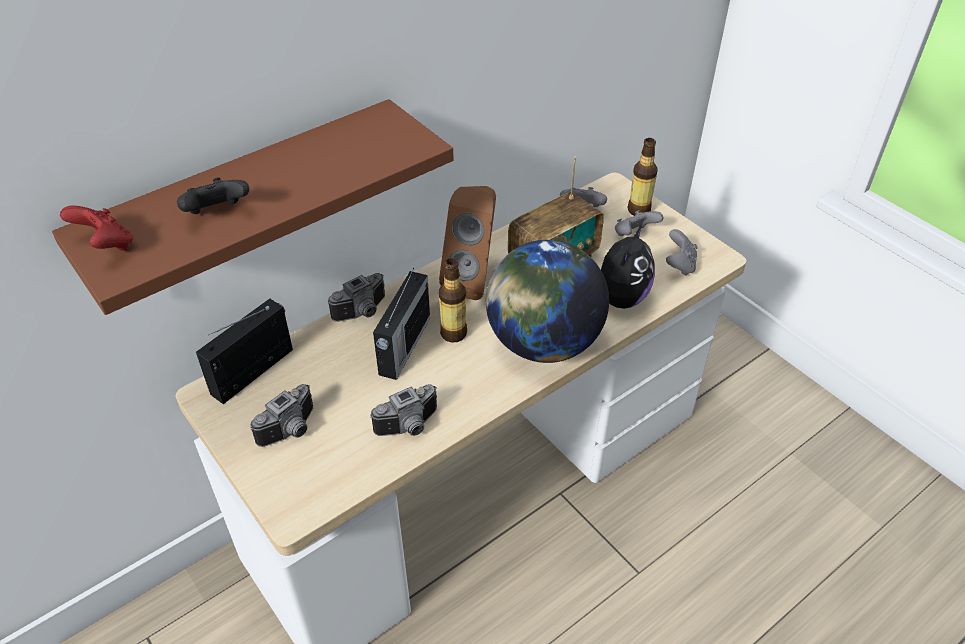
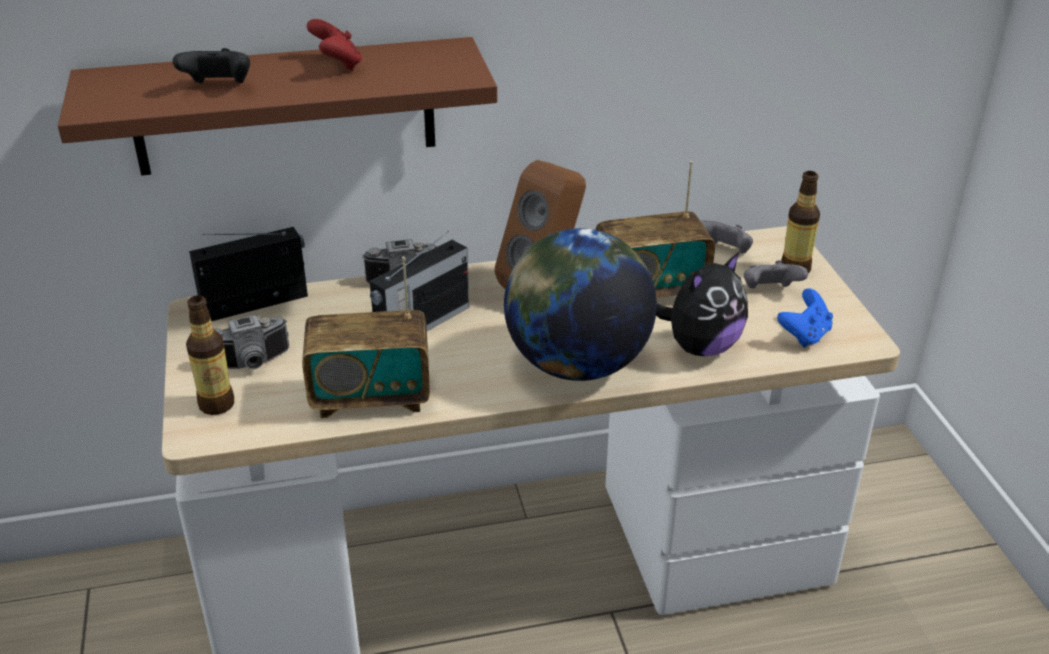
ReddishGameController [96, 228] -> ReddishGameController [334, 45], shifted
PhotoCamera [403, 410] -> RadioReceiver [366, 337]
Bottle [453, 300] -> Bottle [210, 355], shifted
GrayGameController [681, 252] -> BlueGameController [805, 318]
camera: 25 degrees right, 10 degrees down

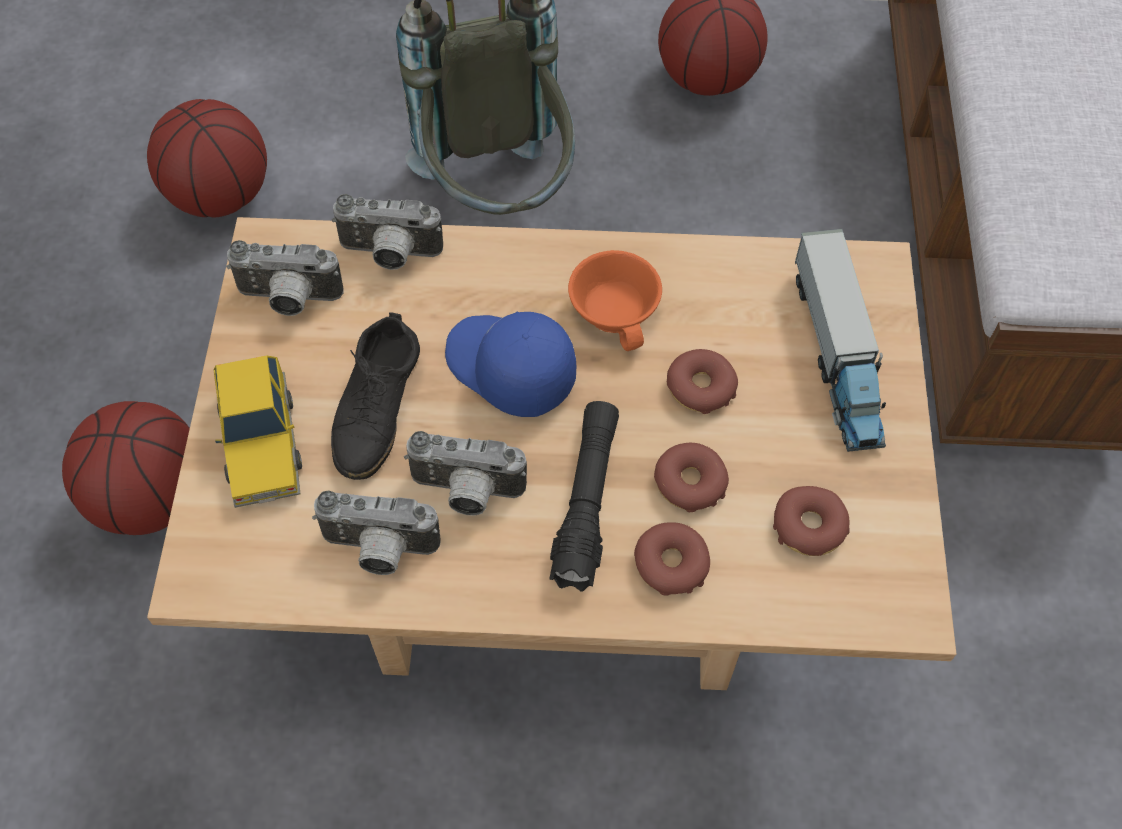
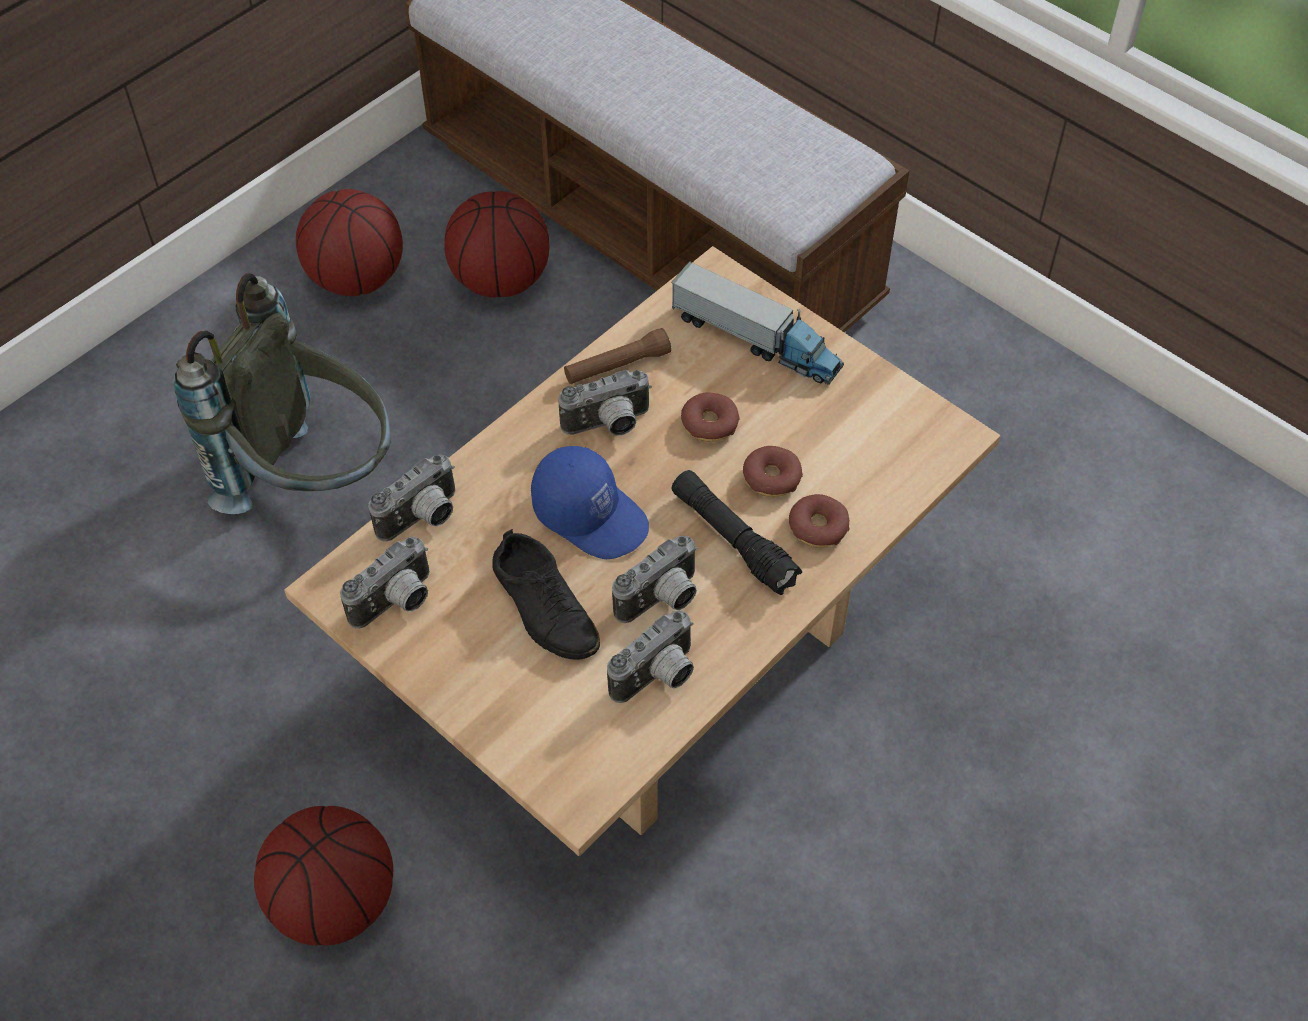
BasketballBall [207, 158] -> BasketballBall [496, 244], shifted
ModelCar [257, 431] -> none
BlueBaseballCap [510, 364] -> BlueBaseballCap [590, 502], 135 degrees counterclockwise
OrangeSmallCup [615, 300] -> PhotoCamera [605, 403]
Donut [811, 521] -> none
none -> BrownColouredTorch [617, 356]
camera: 50 degrees left, 5 degrees down

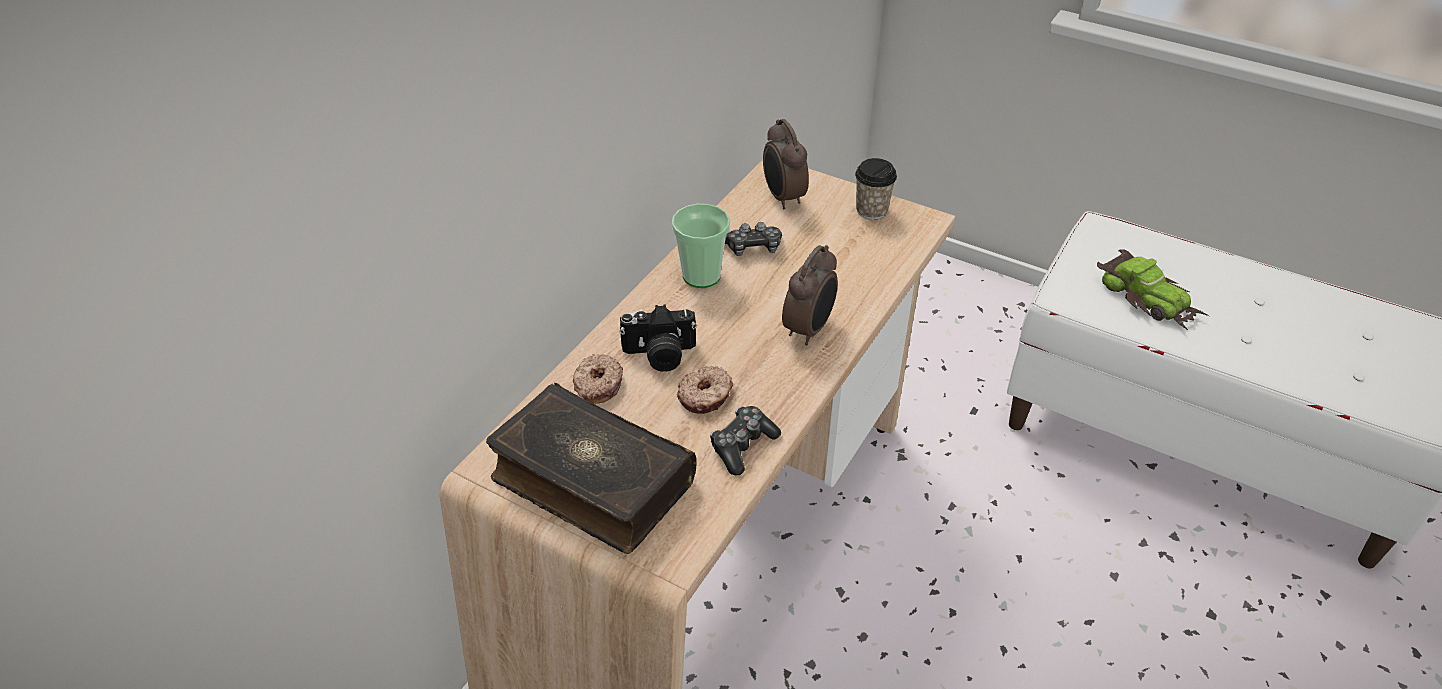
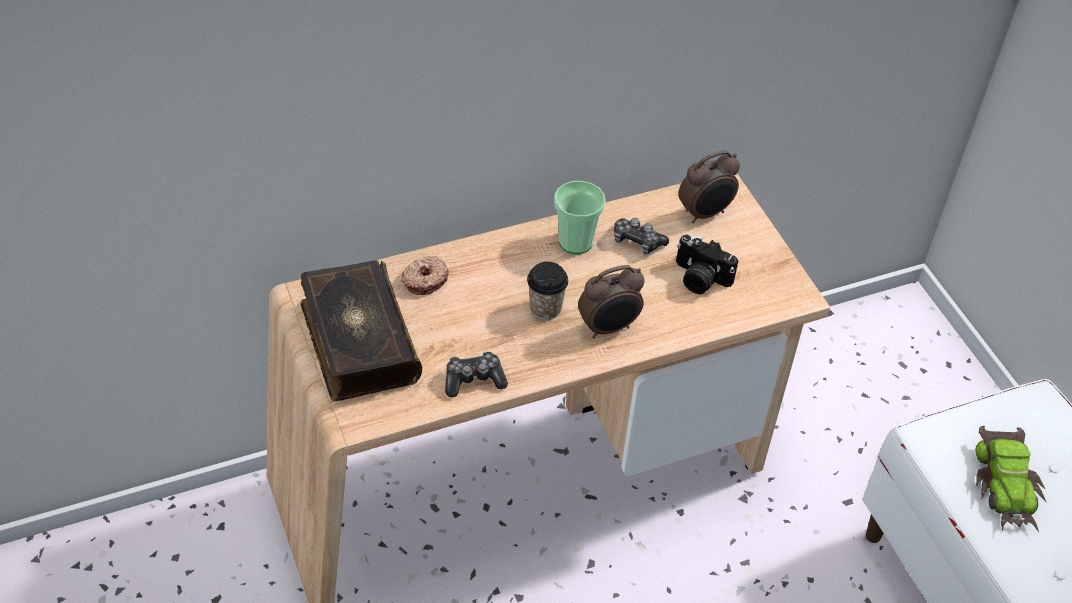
PhotoCamera [658, 338] -> PhotoCamera [707, 264], shifted
Donut [705, 390] -> none
AlarmClock [786, 164] -> AlarmClock [709, 186], 135 degrees counterclockwise
SmallCup [876, 189] -> SmallCup [547, 291], shifted
camera: 35 degrees right, 5 degrees up

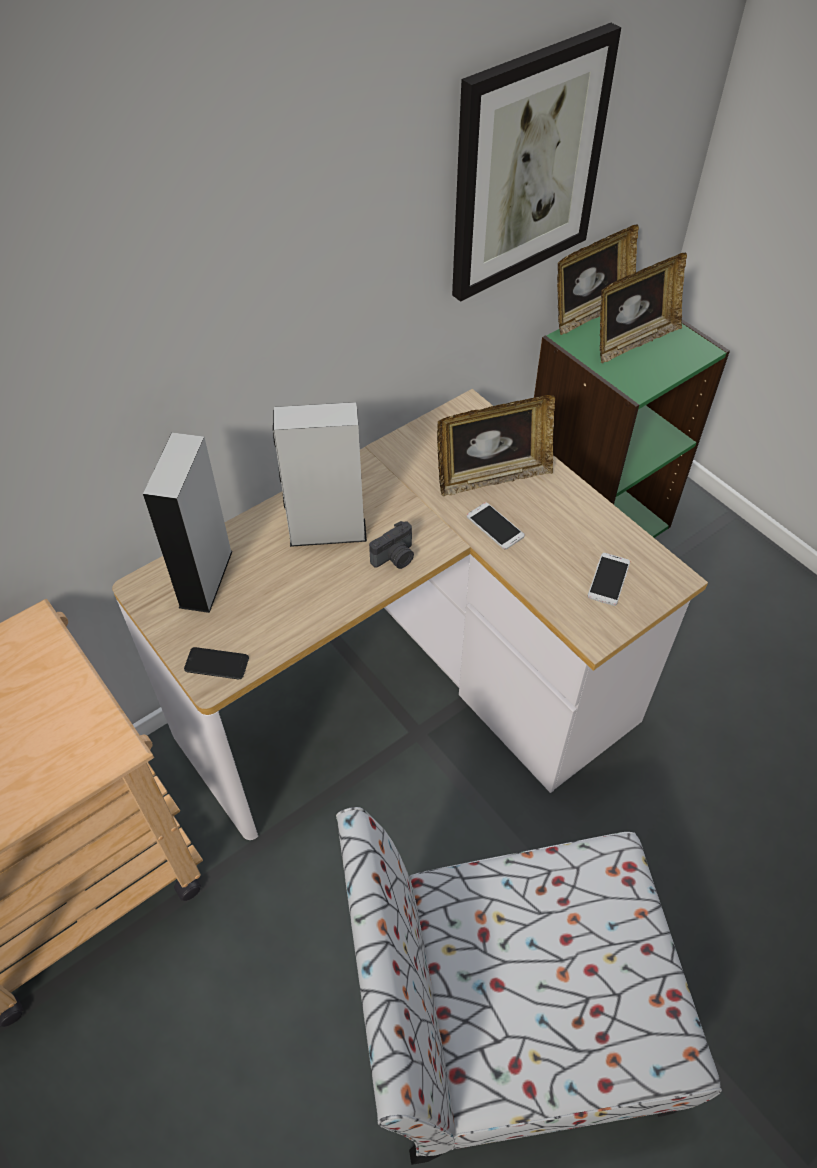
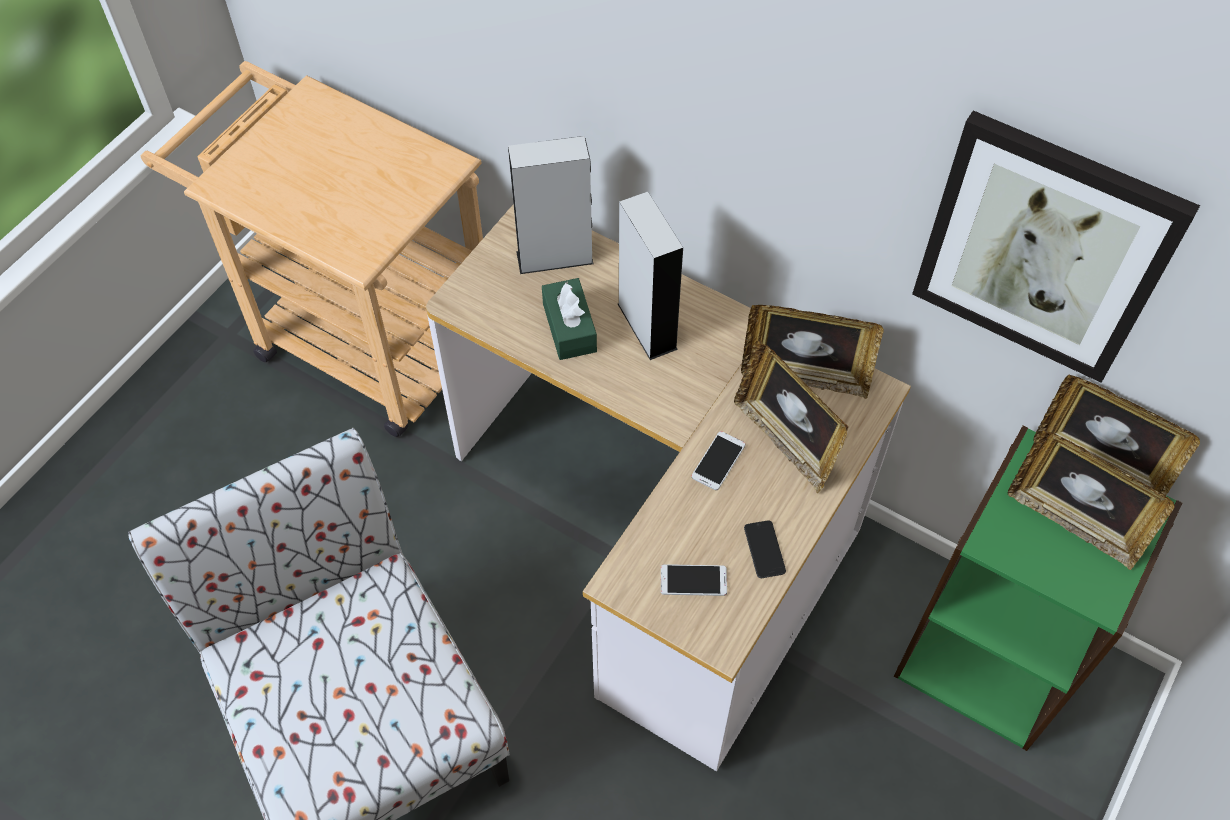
Phone [216, 663] -> Phone [765, 549], shifted
PhotoCamera [391, 545] -> none
none -> GreenishTissueBox [569, 319]
none -> PictureFrame [812, 352]
camera: 70 degrees right, 5 degrees up

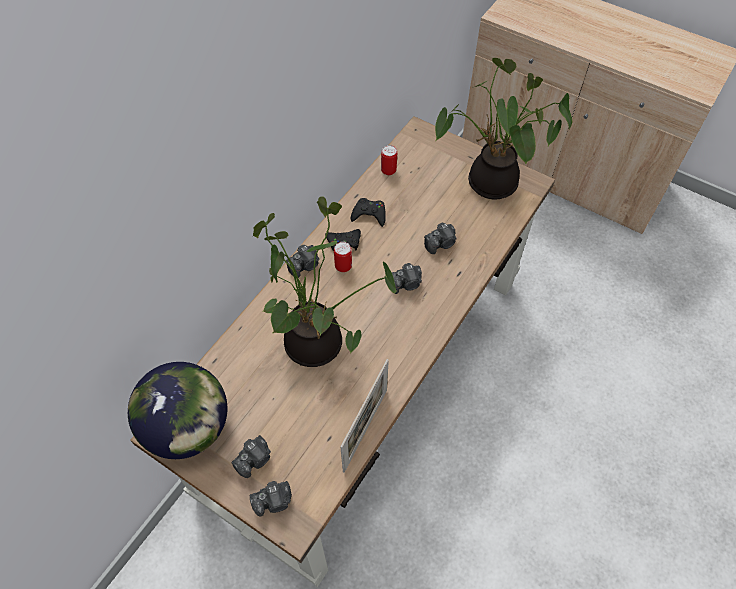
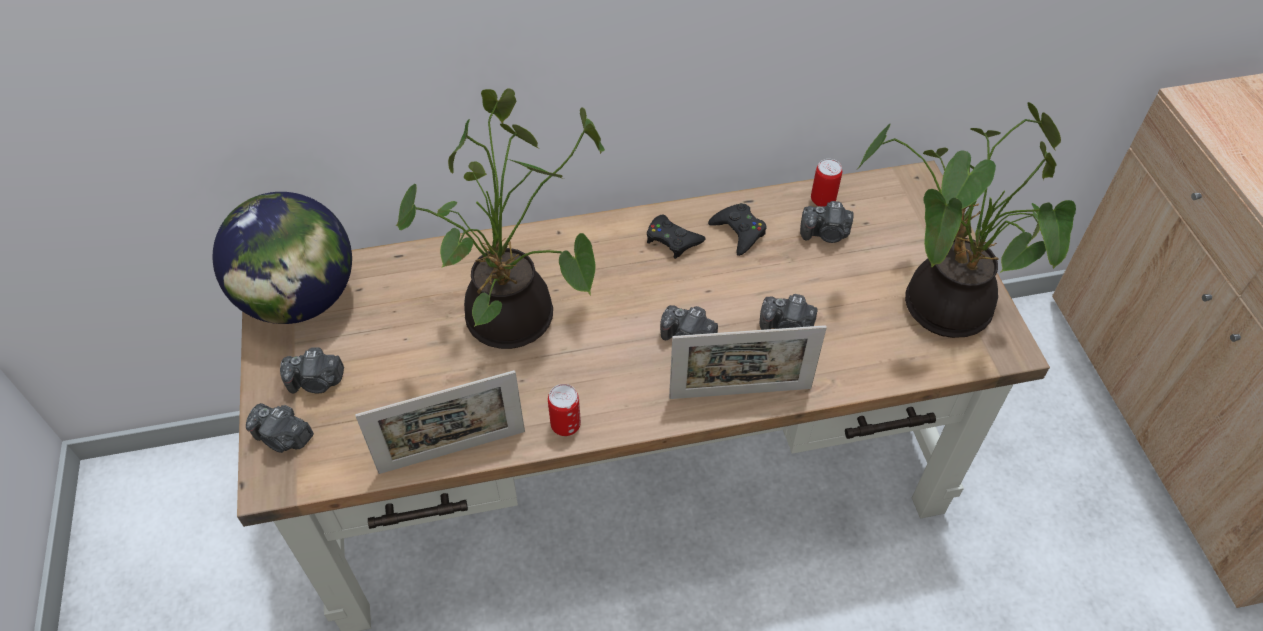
PhotoCamera [302, 261] -> PhotoCamera [827, 222], shifted
SealedCan [343, 257] -> SealedCan [564, 410], shifted
none -> PictureFrame [748, 362]
camera: 45 degrees right, 5 degrees down

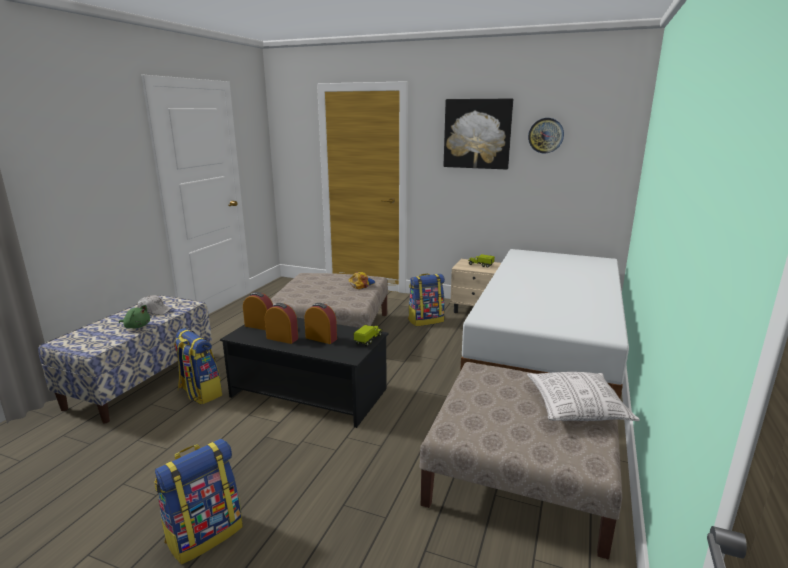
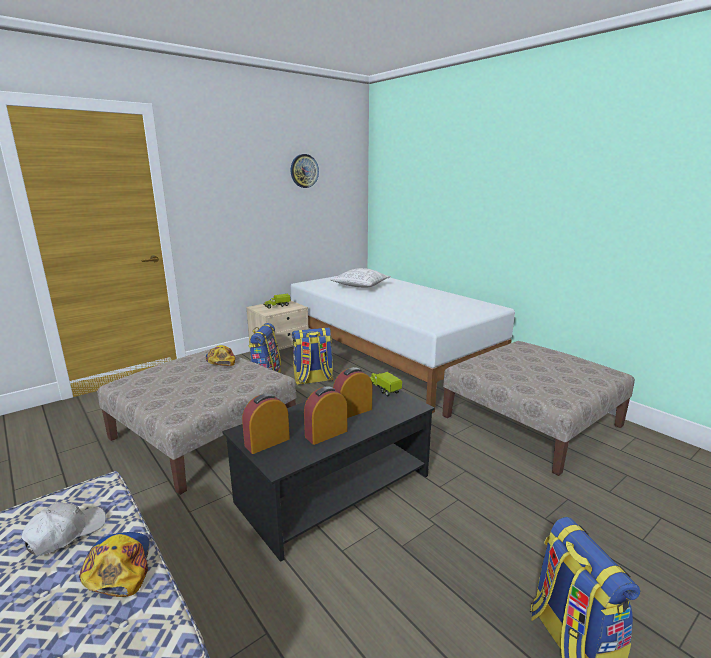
GreenishPlushToy [134, 316] -> BaseballCap [114, 564]
Knapsack [198, 366] -> Knapsack [313, 356], shifted
WallArt [478, 134] -> none
ThrowPillow [583, 396] -> ThrowPillow [360, 278], shifted
camera: 60 degrees left, 0 degrees up

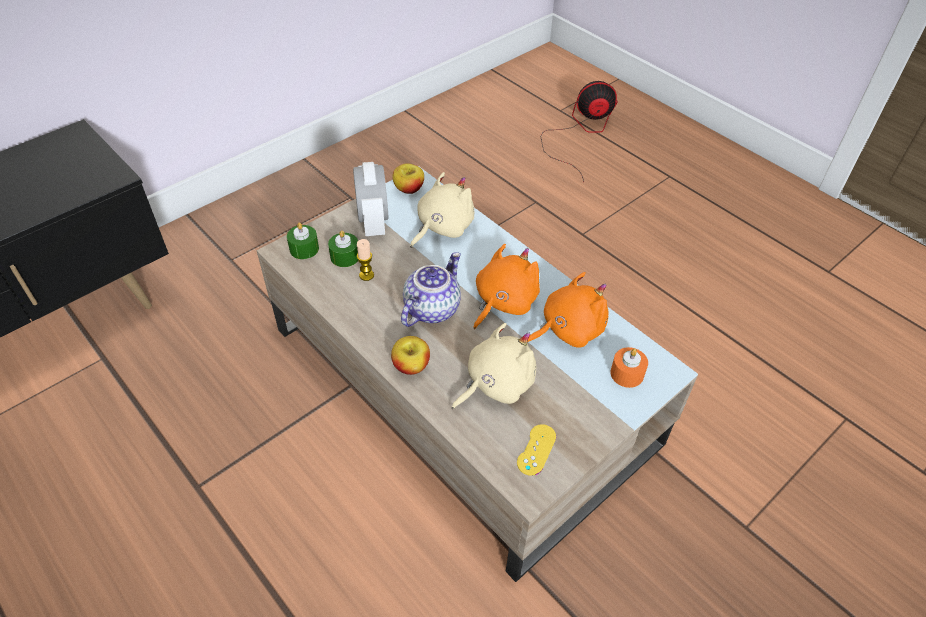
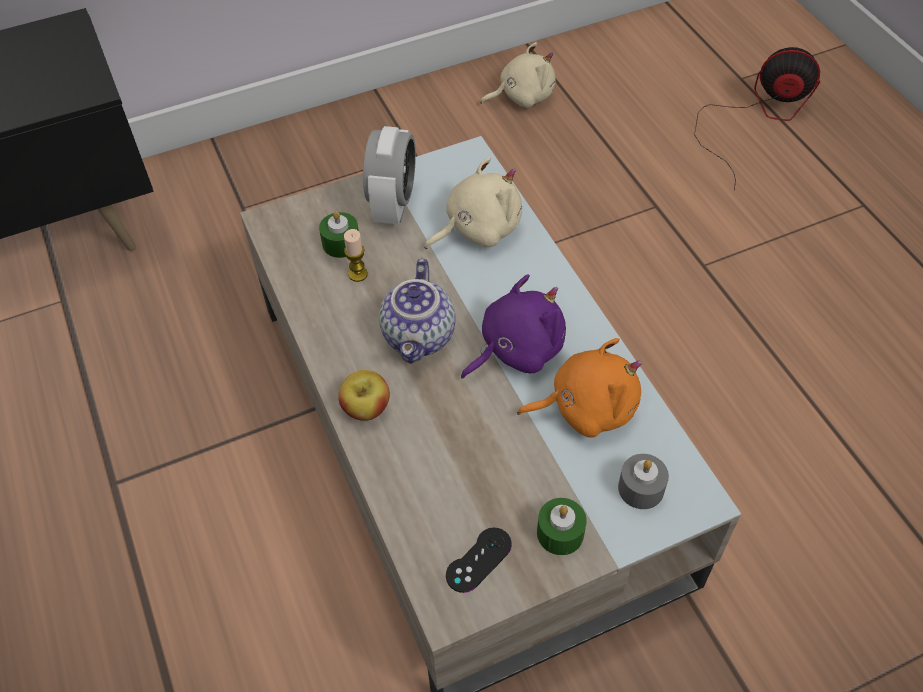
GreenishWaxCandle [303, 241] -> GreenishWaxCandle [562, 526], shifted
AppleFruit [408, 178] -> none
Teapot [431, 289] -> Teapot [417, 311], 135 degrees clockwise
BeigeColouredPlushToy [494, 366] -> BeigeColouredPlushToy [518, 75], shifted
OrangePlushToy [506, 287] -> PurplePlushToy [513, 327]
YellowGameController [536, 450] -> BlackGameController [479, 560]
OrangeWaxCandle [629, 367] -> GrayWaxCandle [643, 481]
camera: 20 degrees right, 5 degrees up

